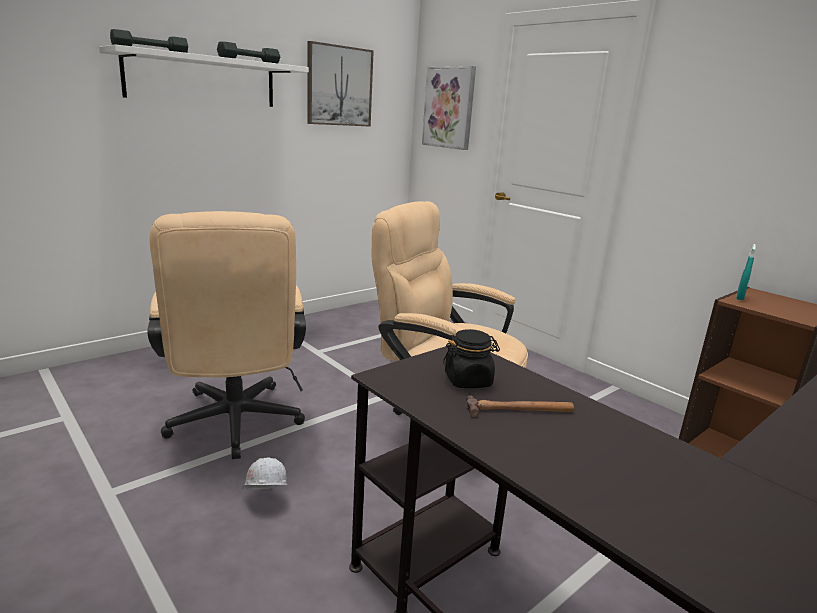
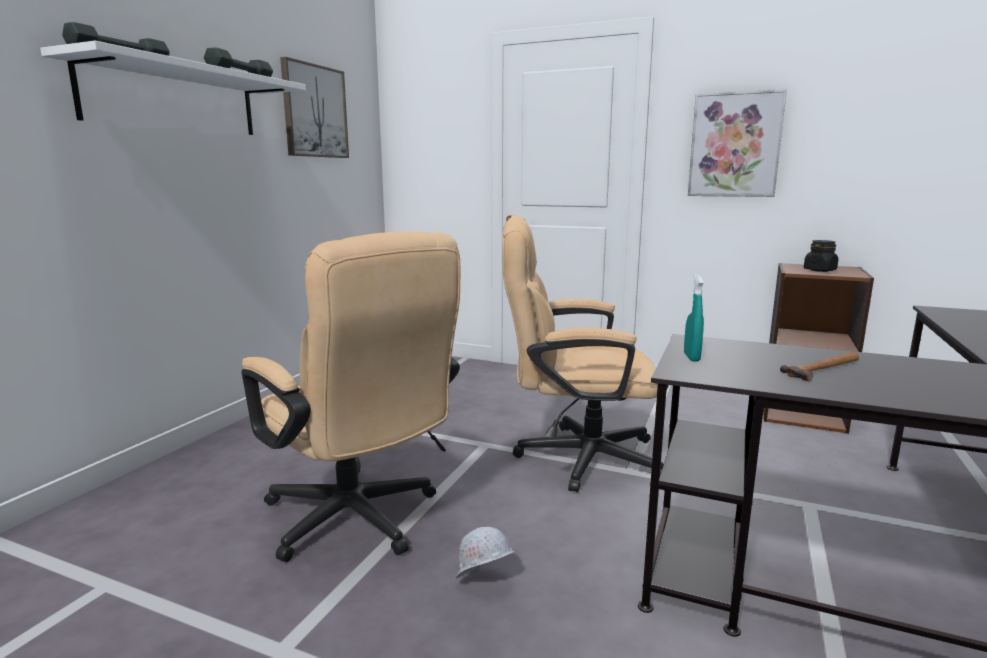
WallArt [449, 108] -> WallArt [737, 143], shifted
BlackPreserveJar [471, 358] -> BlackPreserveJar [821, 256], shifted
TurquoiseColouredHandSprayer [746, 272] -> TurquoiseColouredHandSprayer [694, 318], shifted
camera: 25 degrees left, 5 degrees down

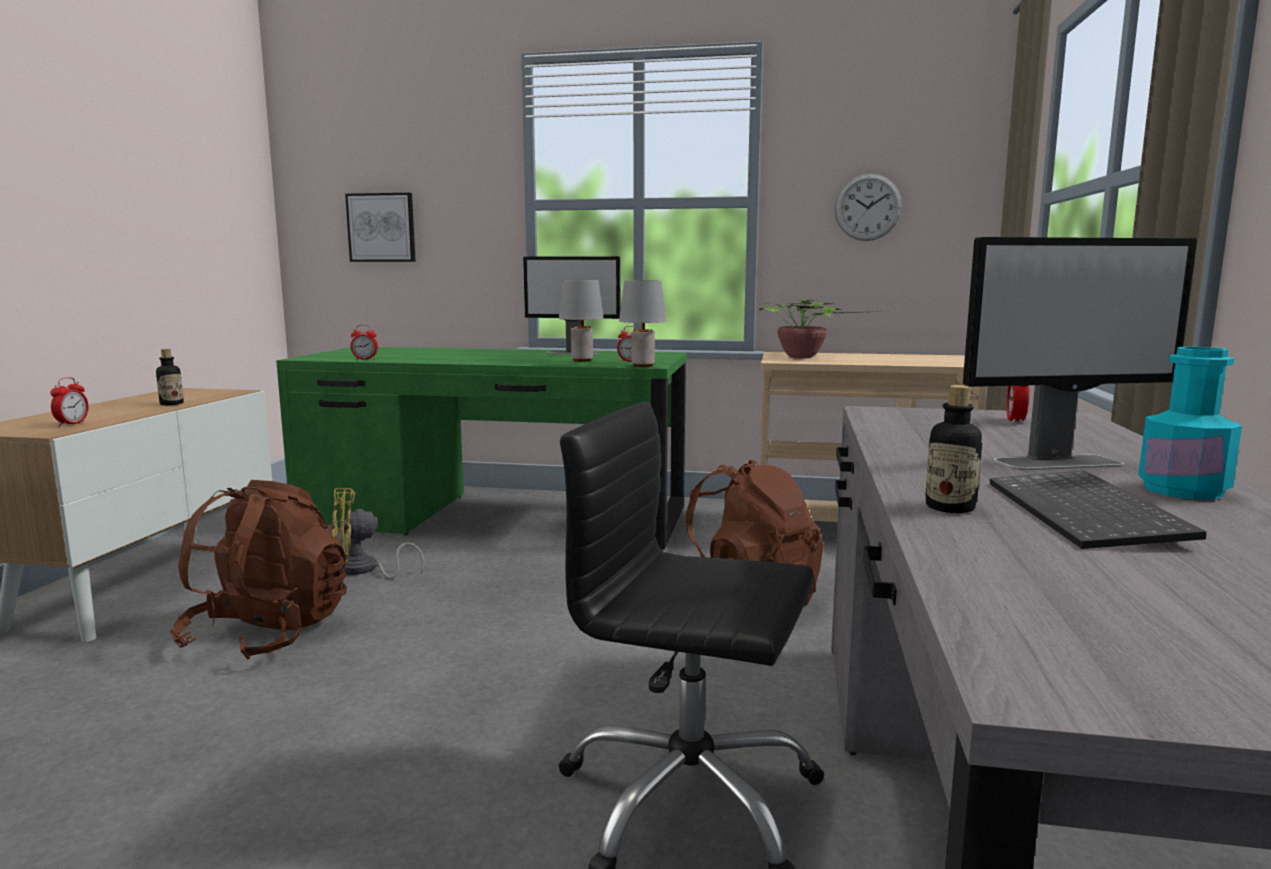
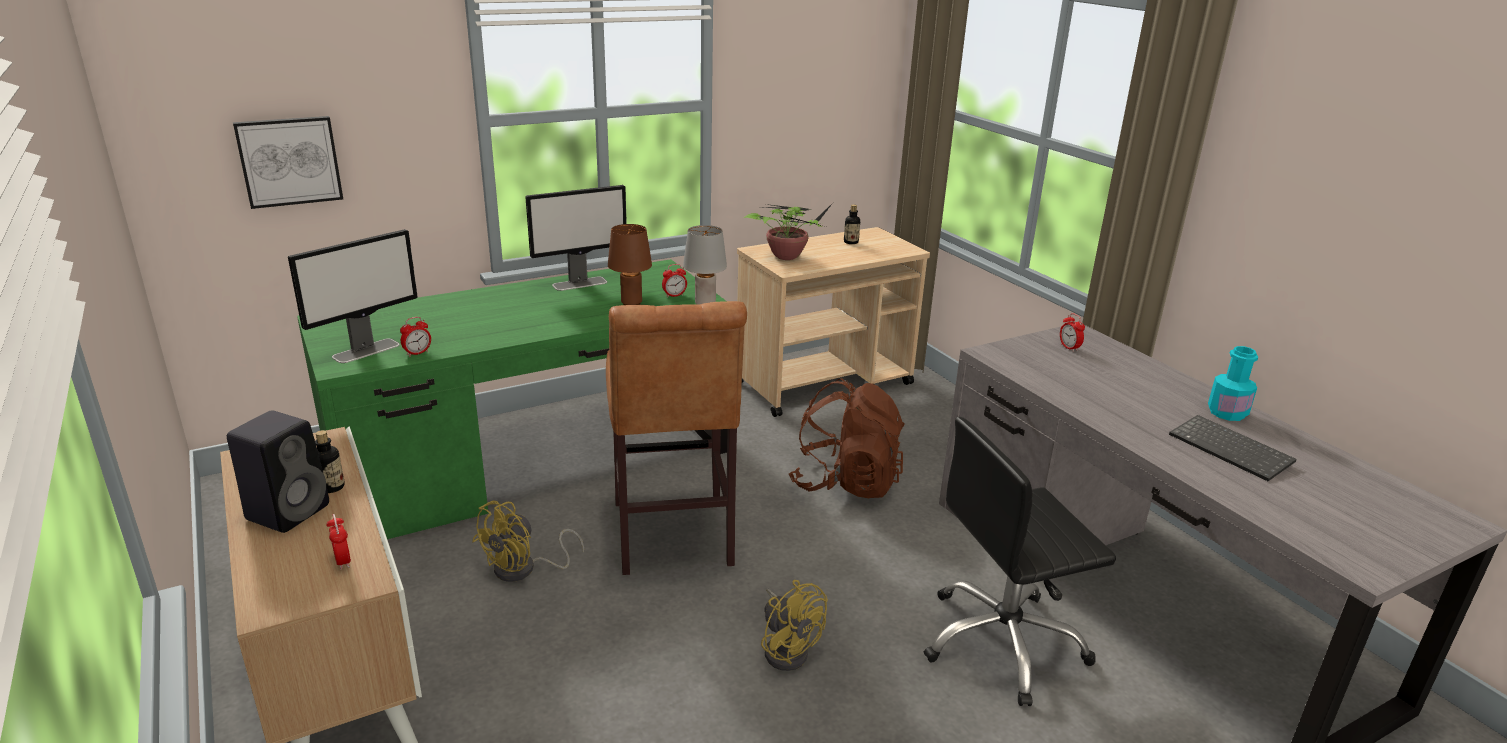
BrownColouredKnapsack [258, 570] -> none
GrayTabletopLamp [581, 321] -> BrownColouredTabletopLamp [630, 264]
ClockOnTheWall [868, 207] -> none
Bottle [953, 449] -> Bottle [852, 224], shifted
Monitor [1080, 353] -> Monitor [353, 296], shifted
none -> BlackLoudspeaker [278, 471]
none -> BrownColouredSittingStool [676, 438]
none -> YellowElectricFan [794, 625]
camera: 40 degrees left, 15 degrees up

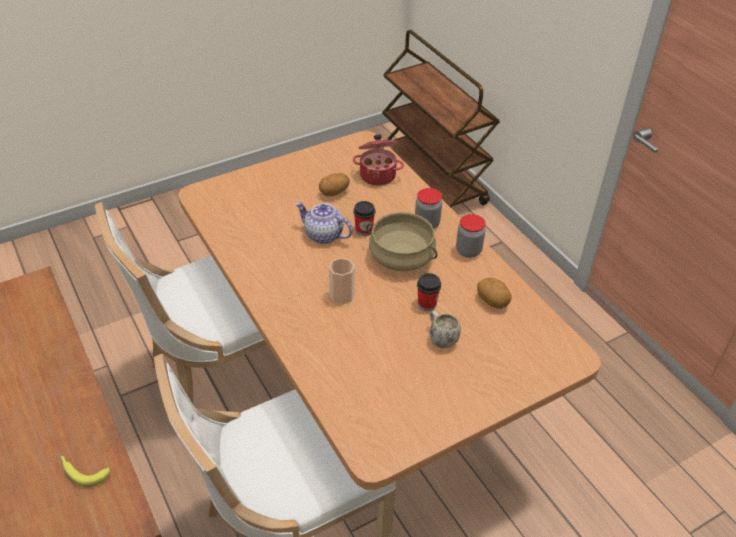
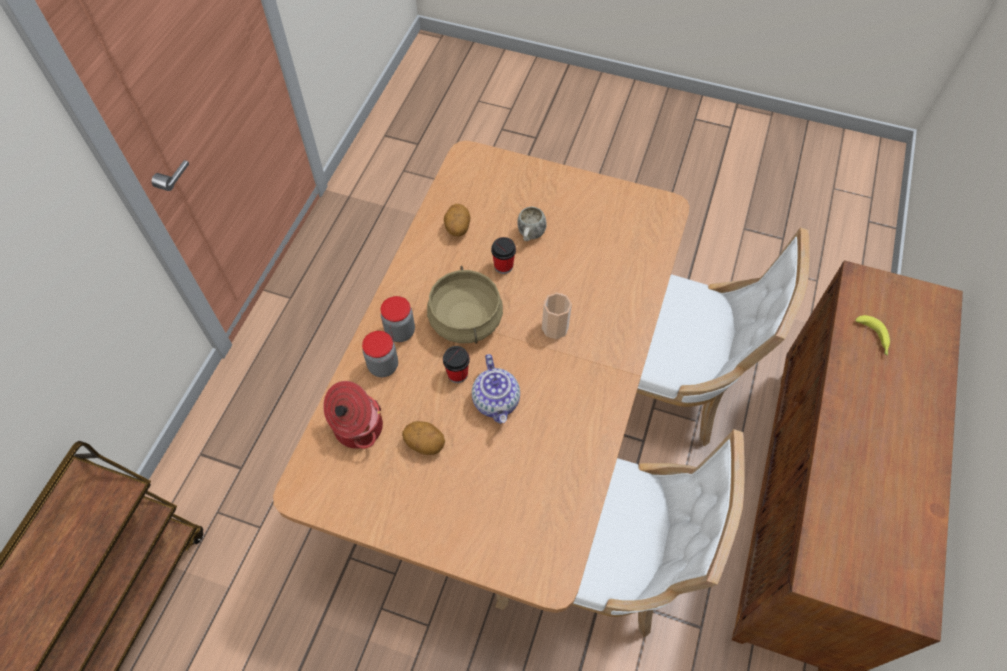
PreserveJar [471, 236] -> PreserveJar [380, 354], shifted
camera: 130 degrees left, 15 degrees up

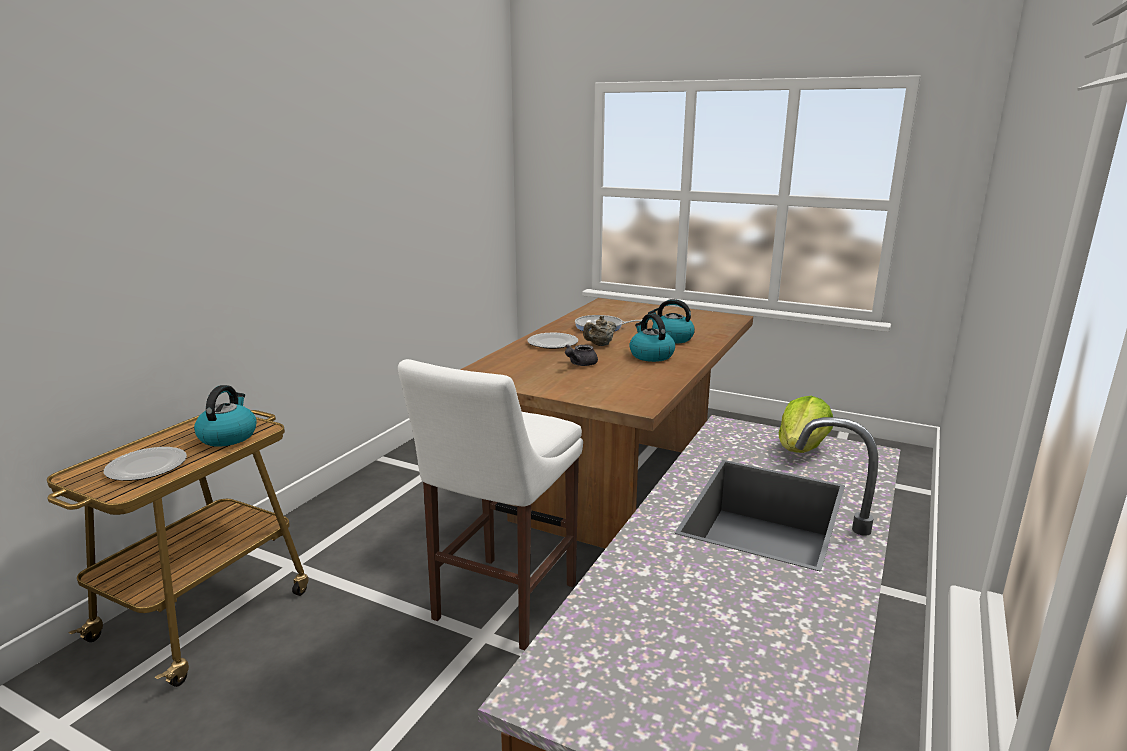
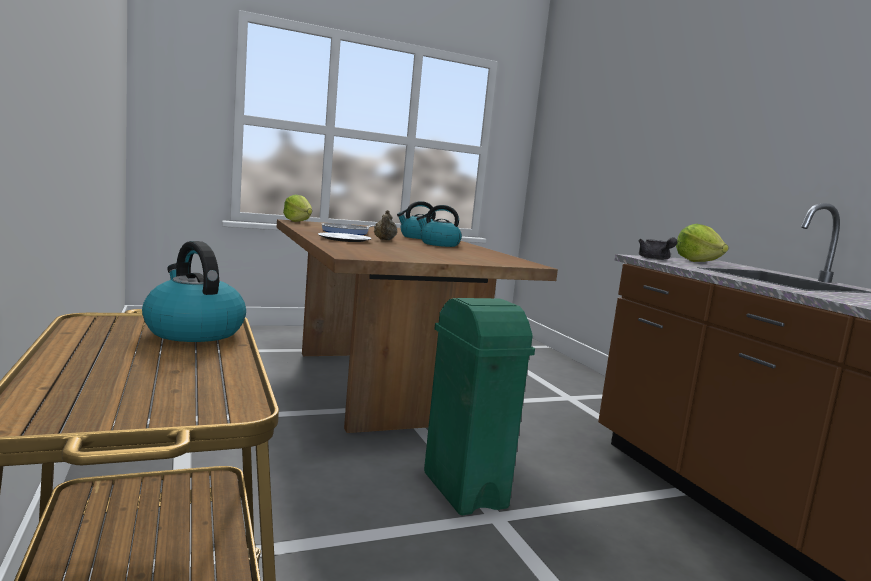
Plate [145, 464] -> none
WhiteSittingStool [490, 504] -> GreenishWasteBin [479, 406]
GrayTeapot [581, 355] -> GrayTeapot [658, 248], shifted
none -> Lettuce [297, 208]
camera: 50 degrees left, 10 degrees down

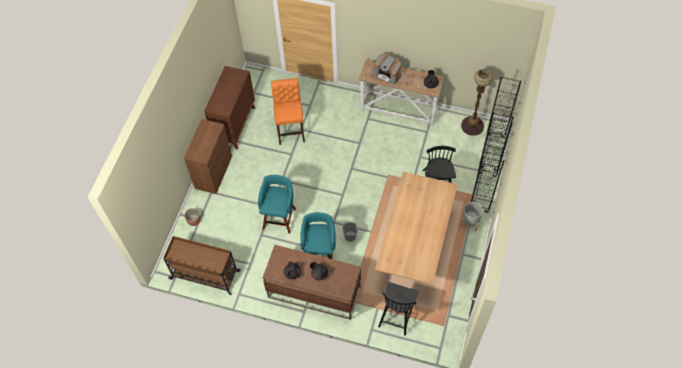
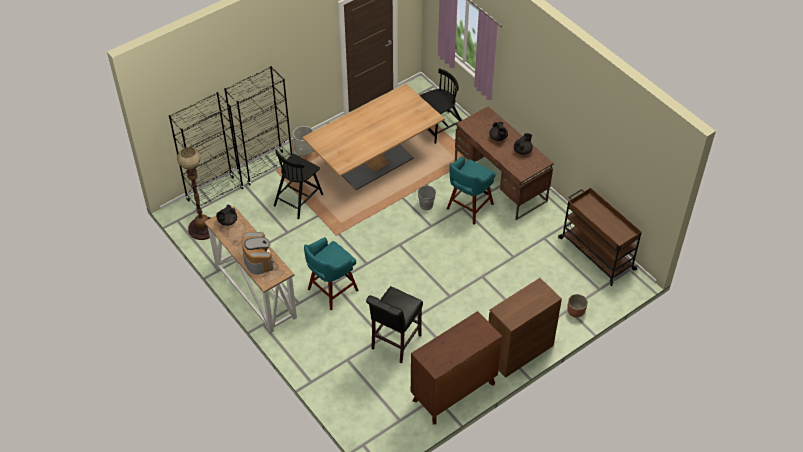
TurquoiseColouredSittingStool [277, 204] -> TurquoiseColouredSittingStool [331, 273], shifted
OrangeSittingStool [288, 111] -> BlackSittingStool [394, 325]
camera: 145 degrees left, 10 degrees down

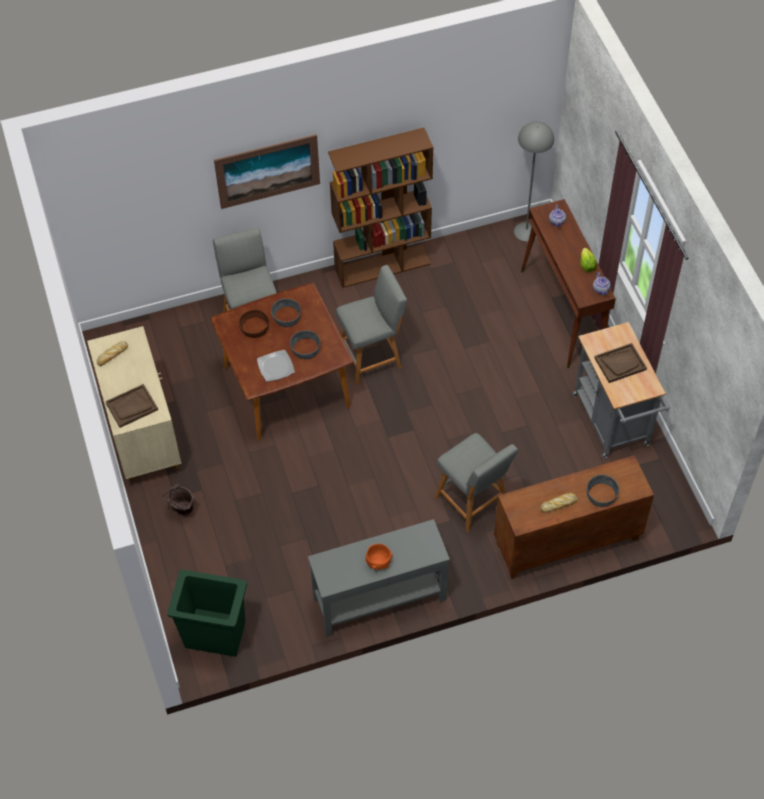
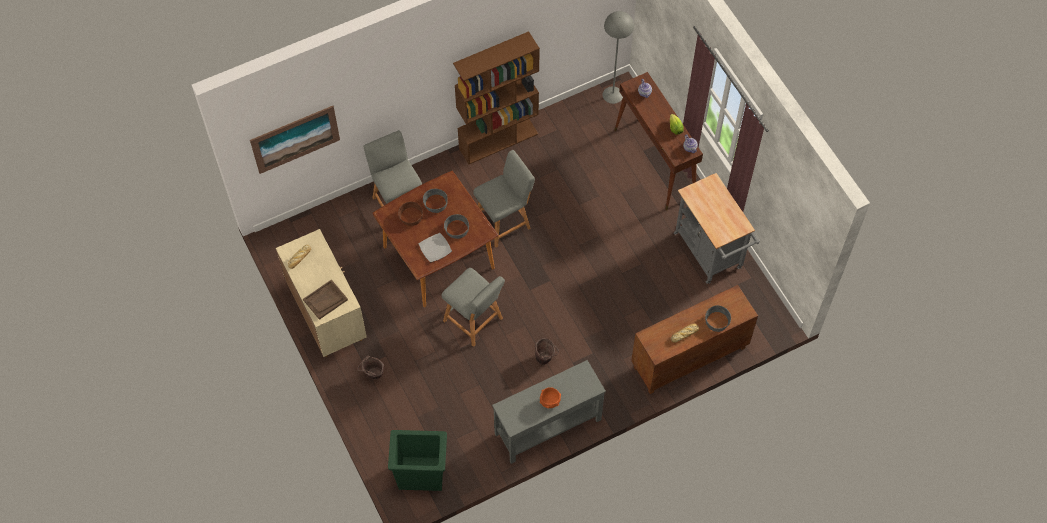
WallArt [267, 171] -> WallArt [295, 140], shifted
GraySittingStool [476, 482] -> GraySittingStool [473, 307], shifted
BrownColouredServingTray [621, 363] -> none
none -> BrownColouredWaterBucket [547, 351]
camera: 10 degrees left, 5 degrees up

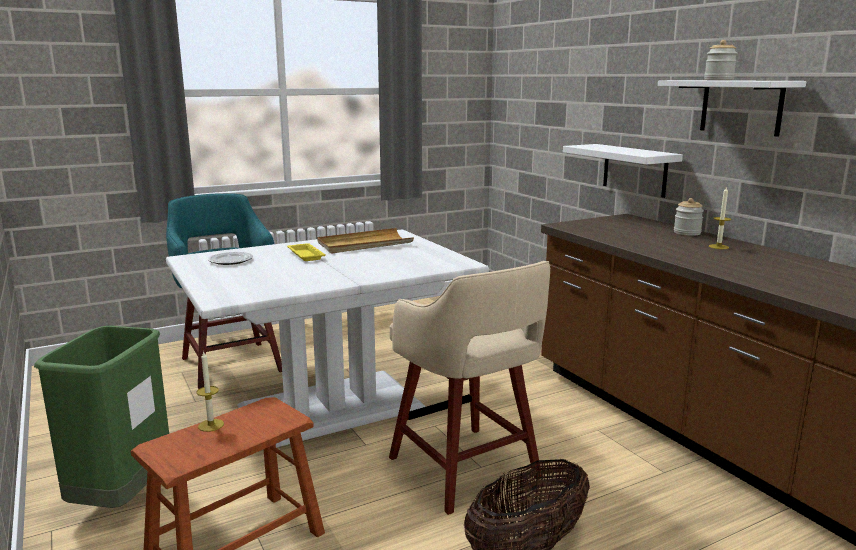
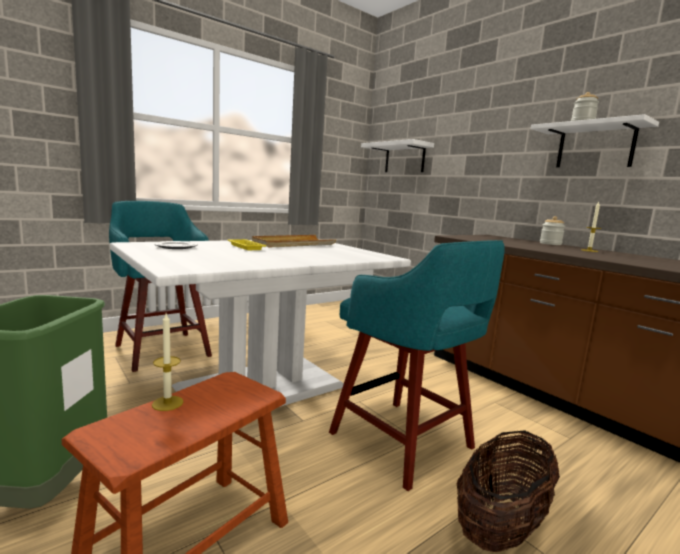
BeigeColouredSittingStool [469, 388] -> TurquoiseColouredSittingStool [417, 365]
WhiteWallShelf [623, 171] -> WhiteWallShelf [397, 155], shifted
camera: 10 degrees left, 5 degrees down

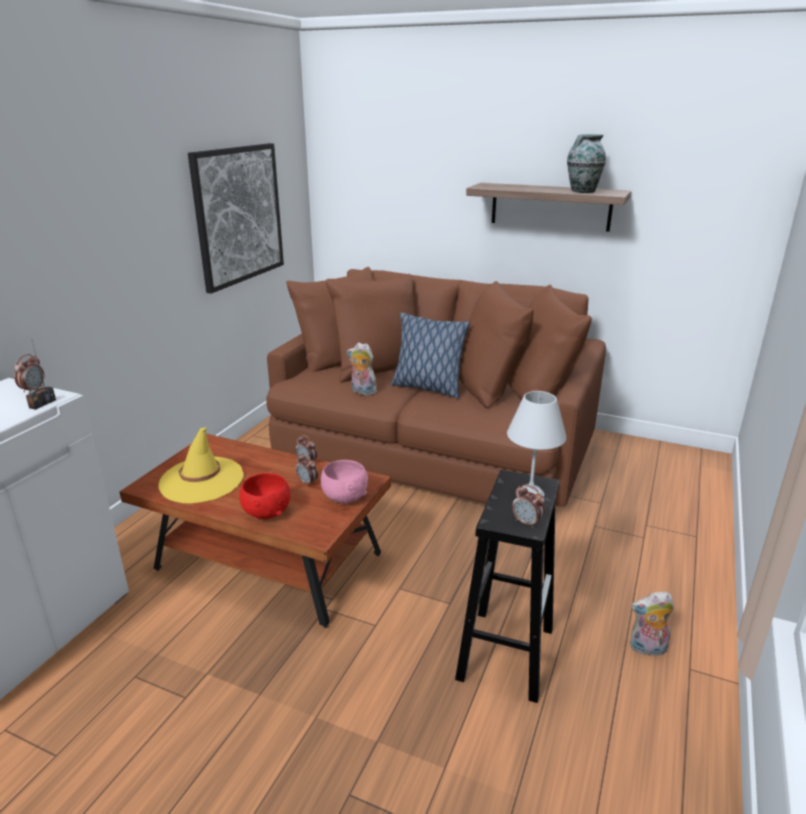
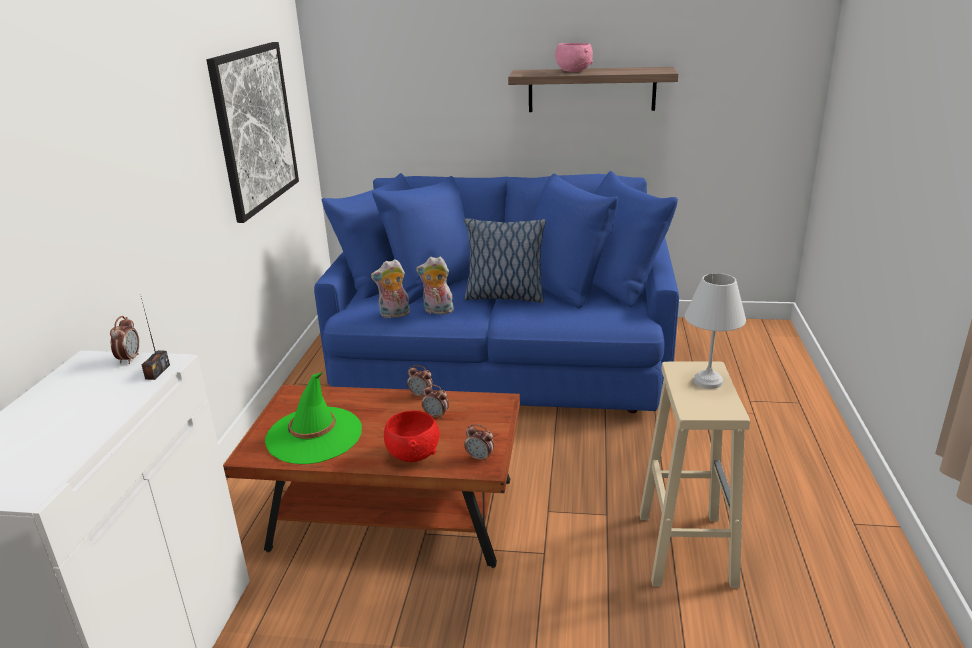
YellowHat [201, 465] -> GreenishHat [313, 418]
BrownColouredSettee [436, 387] -> BlueSettee [496, 292]
PinkBowl [344, 481] -> PinkBowl [574, 57], shifted
BlackSittingStool [507, 586] -> BeigeColouredSittingStool [694, 475]
AlarmClock [528, 506] -> AlarmClock [479, 443], shifted
FlowerVase [586, 163] -> none
PlushToy [652, 624] -> PlushToy [390, 289], shifted
camera: 15 degrees left, 0 degrees up

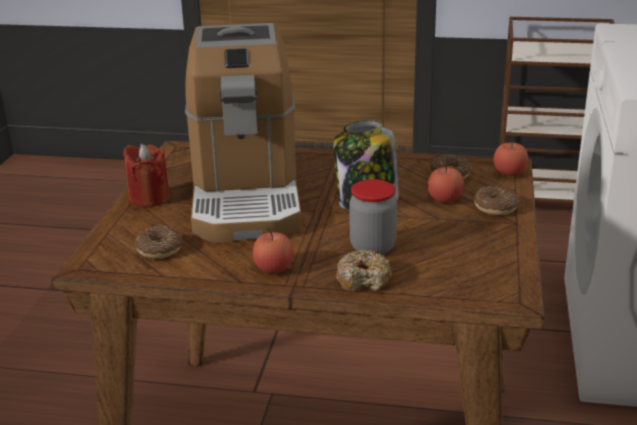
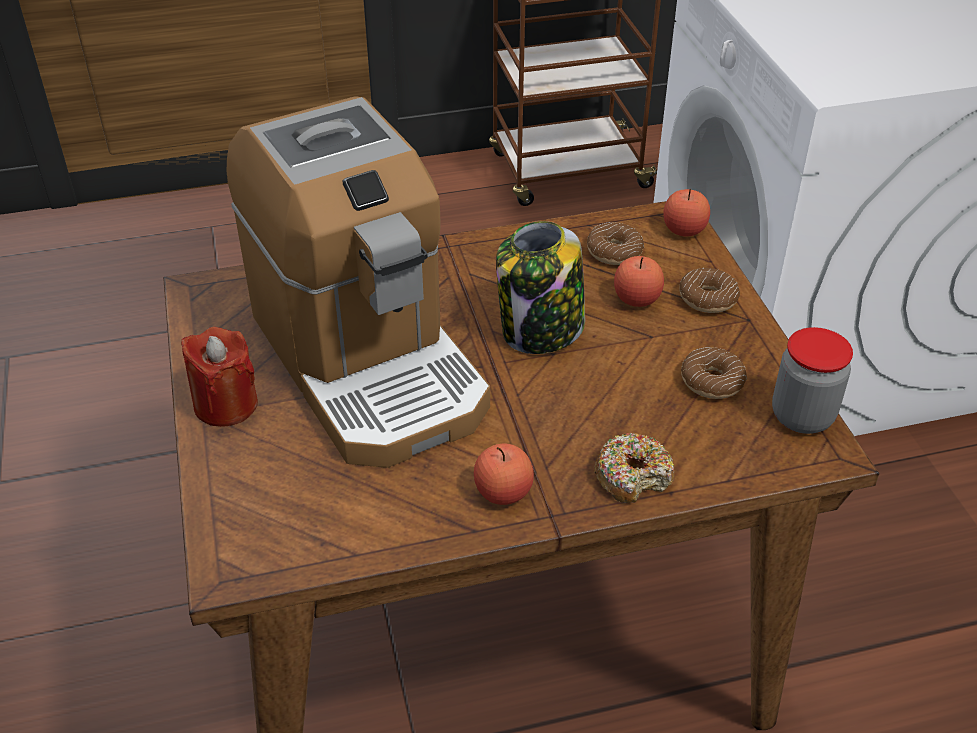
Donut [158, 242] -> Donut [714, 373], shifted
PreserveJar [373, 217] -> PreserveJar [812, 380], shifted
camera: 25 degrees left, 15 degrees up

